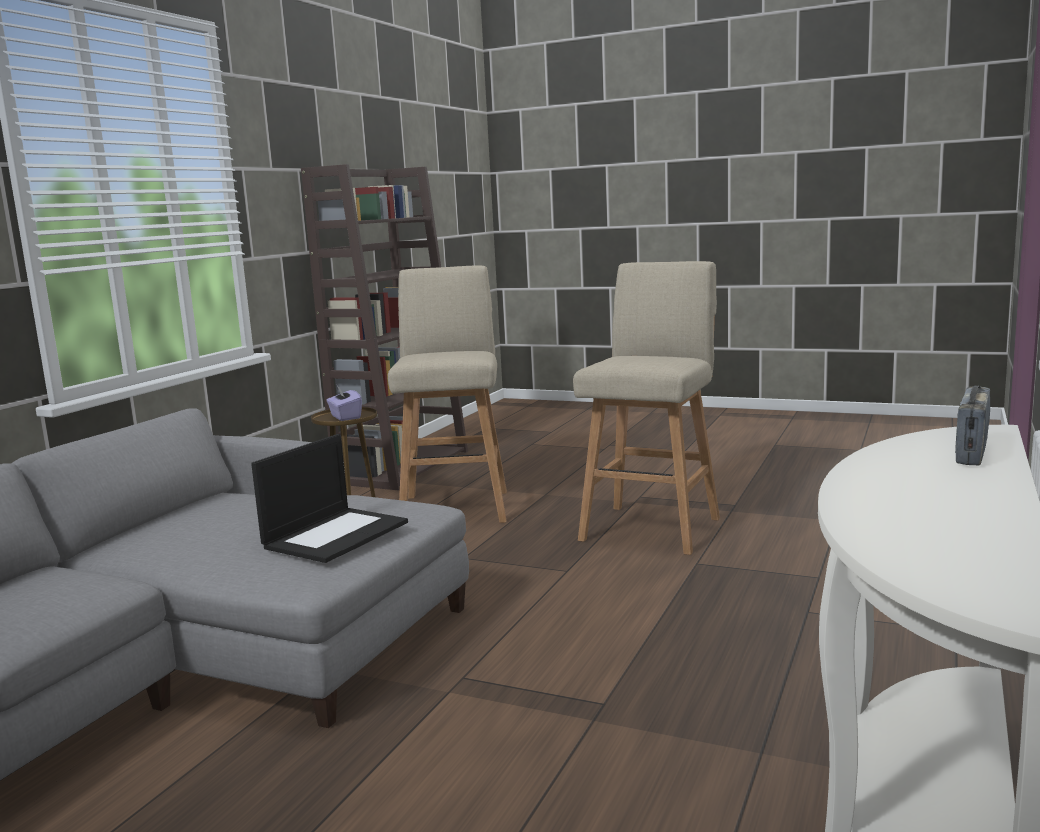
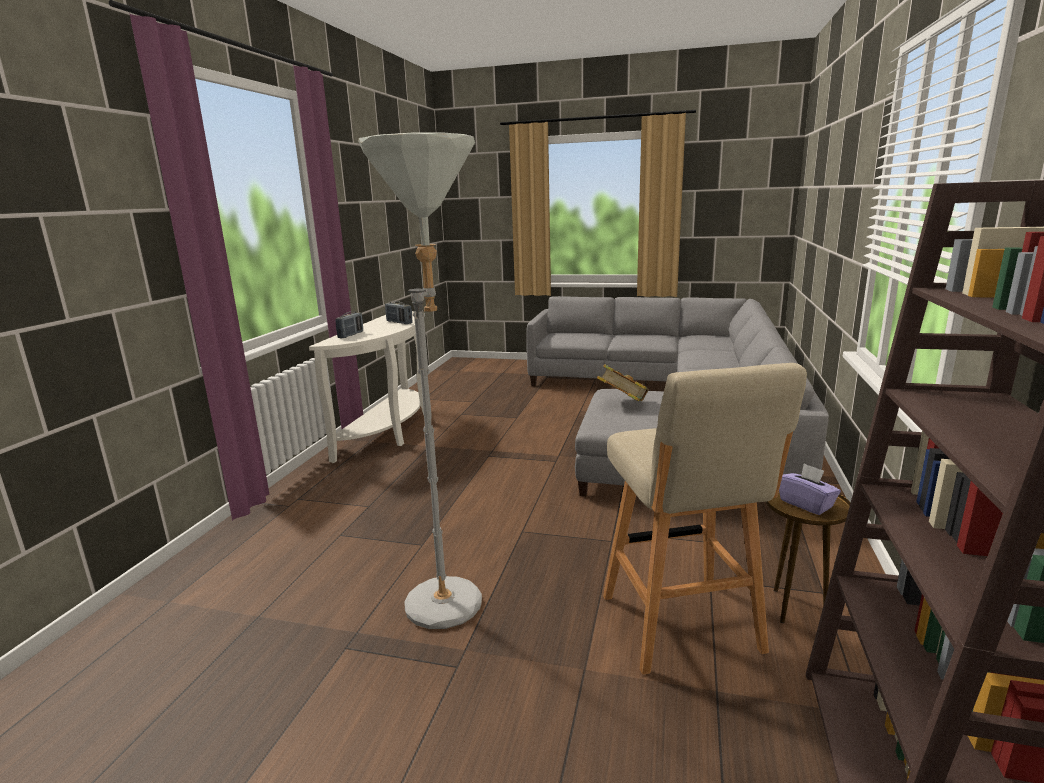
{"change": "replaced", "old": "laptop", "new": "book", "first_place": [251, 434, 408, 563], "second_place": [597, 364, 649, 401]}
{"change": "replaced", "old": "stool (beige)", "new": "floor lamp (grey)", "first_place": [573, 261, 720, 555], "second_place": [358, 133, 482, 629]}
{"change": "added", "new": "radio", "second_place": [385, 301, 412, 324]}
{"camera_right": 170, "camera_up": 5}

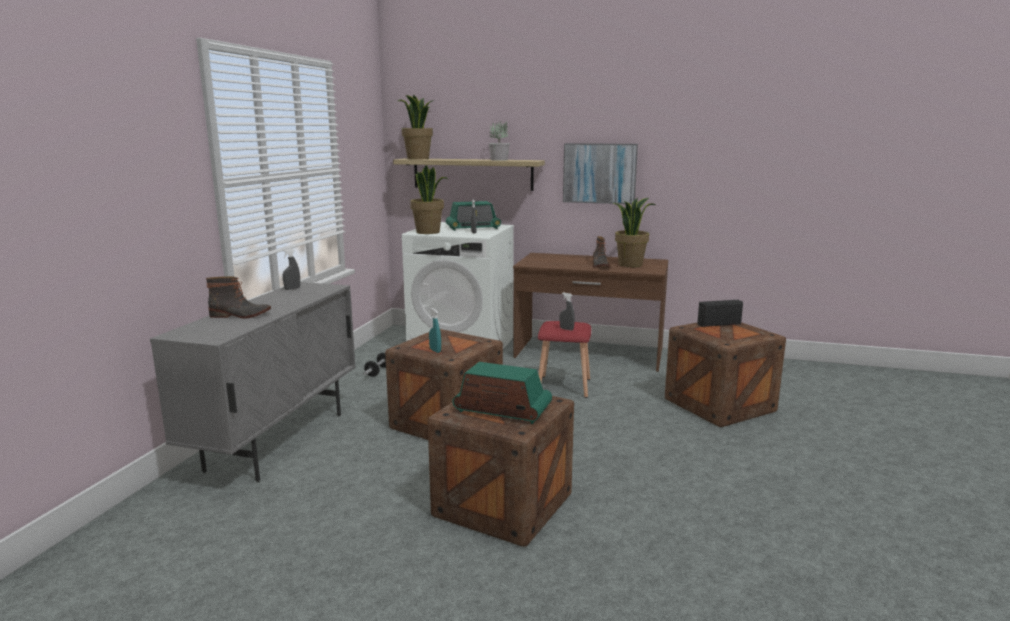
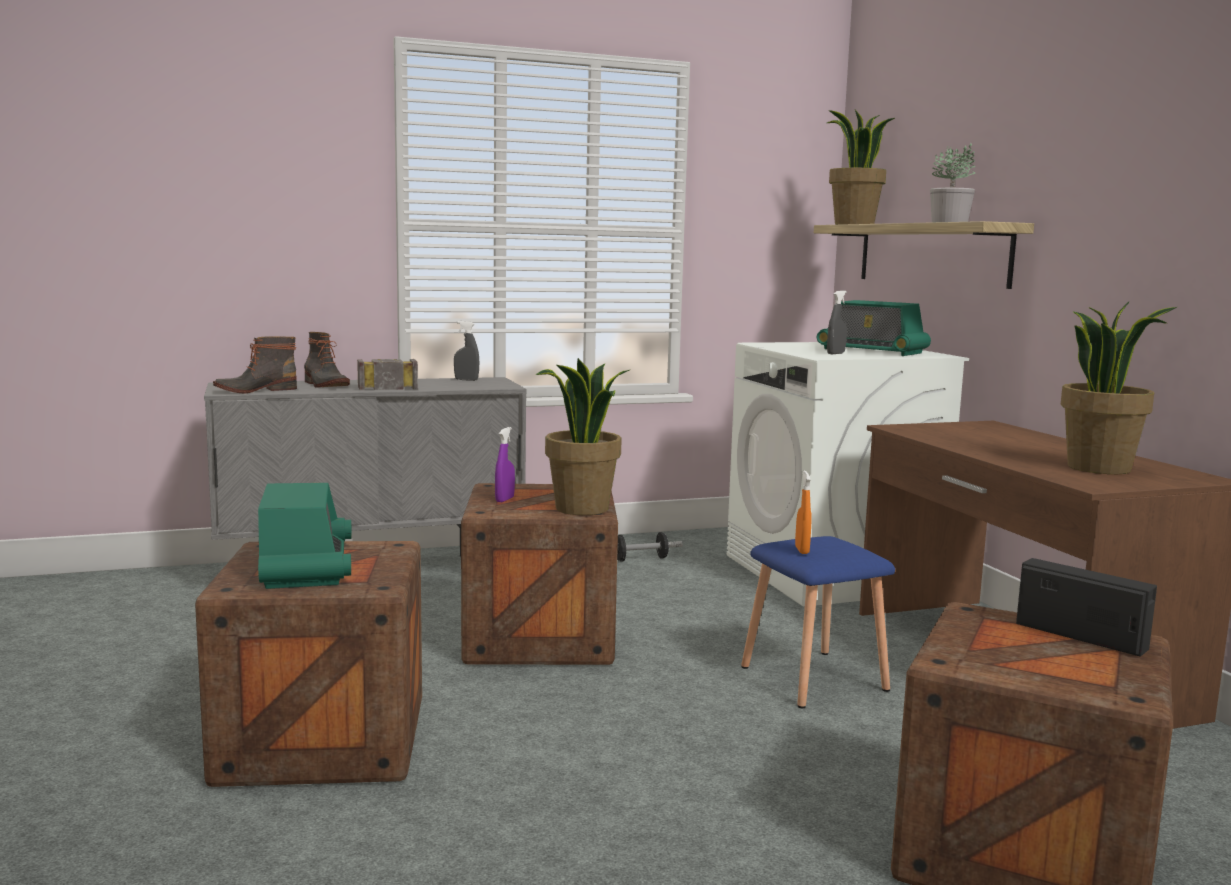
{"change": "moved", "old": "potted plant", "first_place": [410, 165, 448, 234], "second_place": [536, 358, 629, 515]}
{"change": "recoloured", "old": "spray bottle (turquoise)", "new": "spray bottle (purple)", "first_place": [429, 308, 441, 353], "second_place": [495, 427, 515, 502]}
{"change": "recoloured", "old": "stool (red)", "new": "stool (blue)", "first_place": [538, 321, 591, 398], "second_place": [741, 536, 895, 708]}
{"change": "recoloured", "old": "spray bottle (grey)", "new": "spray bottle (orange)", "first_place": [560, 292, 575, 330], "second_place": [795, 471, 811, 554]}
{"change": "removed", "old": "picture", "first_place": [563, 143, 638, 204]}
{"change": "moved", "old": "boot", "first_place": [593, 236, 610, 268], "second_place": [213, 336, 297, 393]}
{"change": "added", "new": "hammer", "second_place": [357, 359, 418, 390]}
{"camera_right": 55, "camera_up": -5}

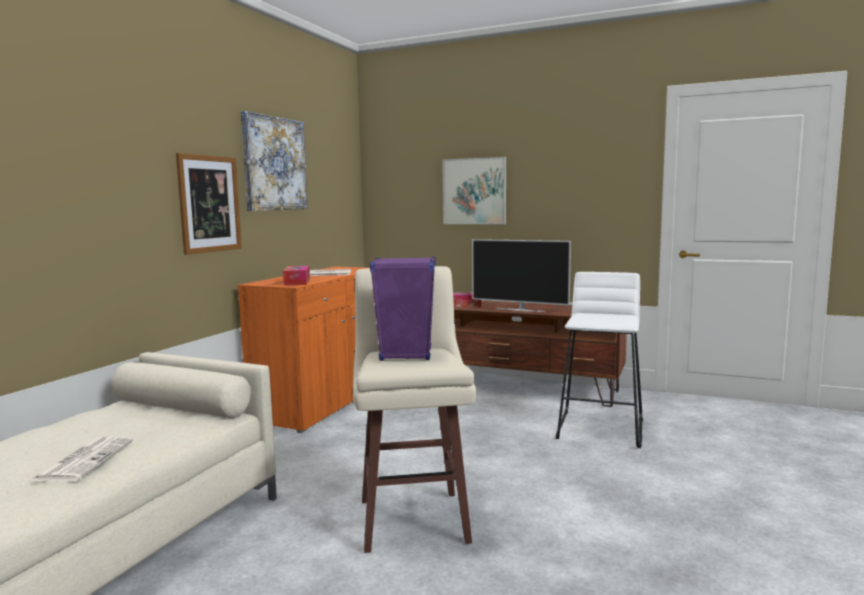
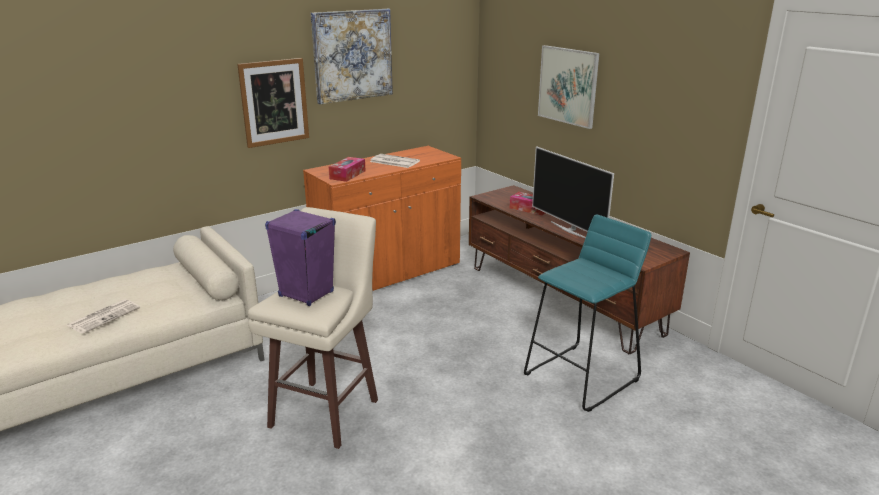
{"change": "recoloured", "old": "stool (white)", "new": "stool (turquoise)", "first_place": [556, 272, 643, 448], "second_place": [524, 214, 651, 412]}
{"camera_right": 30, "camera_up": 15}

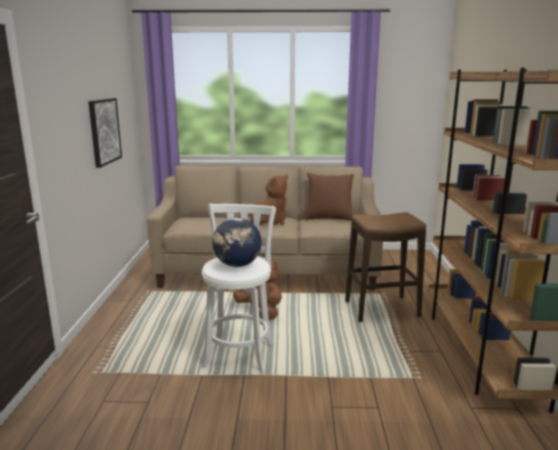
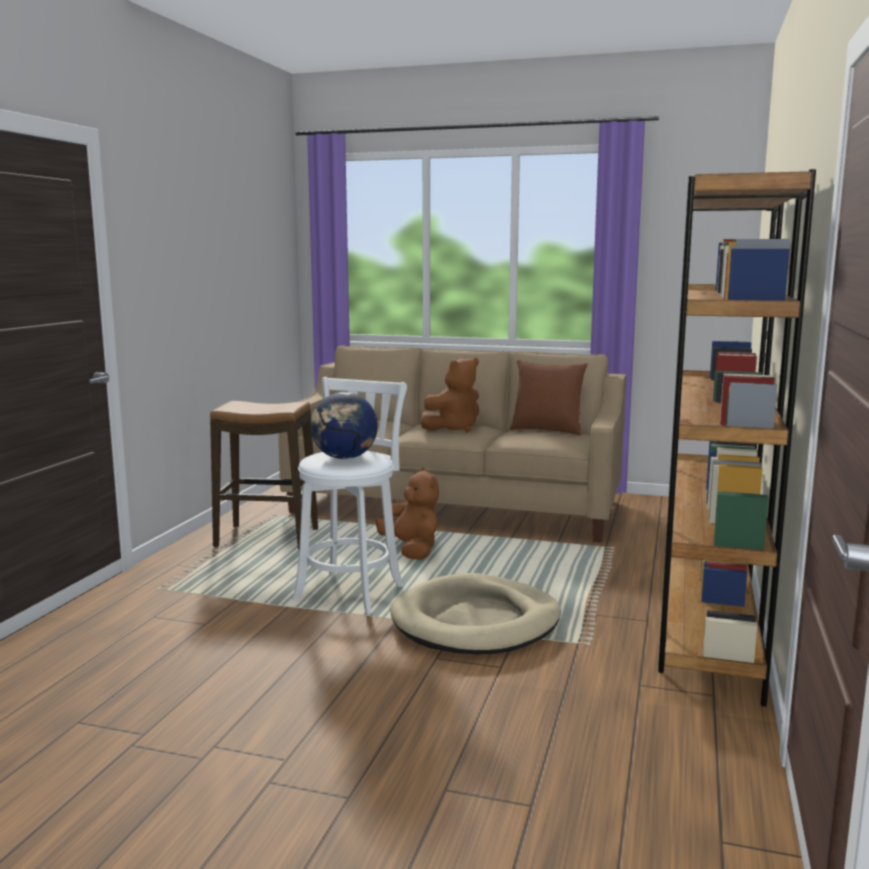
{"change": "removed", "old": "picture", "first_place": [88, 98, 122, 168]}
{"change": "moved", "old": "stool", "first_place": [345, 212, 426, 322], "second_place": [210, 401, 318, 550]}
{"change": "added", "new": "dog bed (beige)", "second_place": [390, 573, 561, 654]}
{"camera_right": 15, "camera_up": -5}

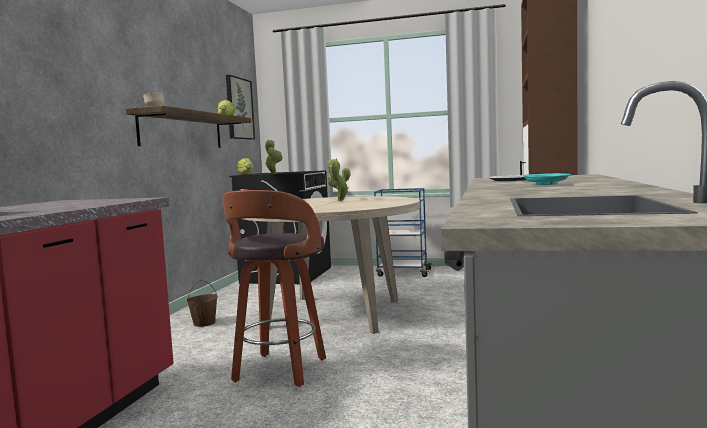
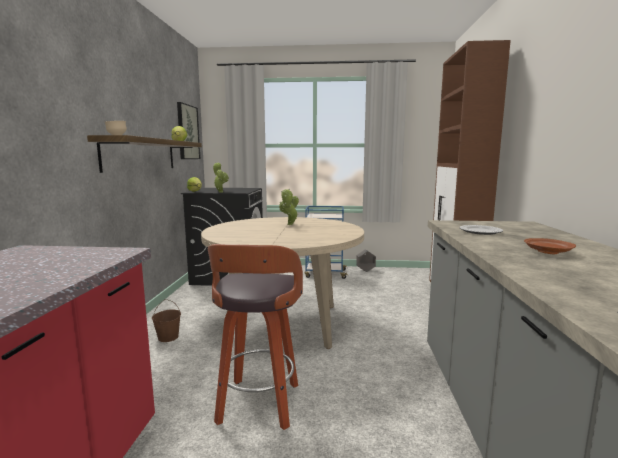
{"change": "recoloured", "old": "plate (turquoise)", "new": "plate (brown)", "first_place": [523, 173, 571, 185], "second_place": [524, 238, 576, 254]}
{"camera_right": -10, "camera_up": 5}

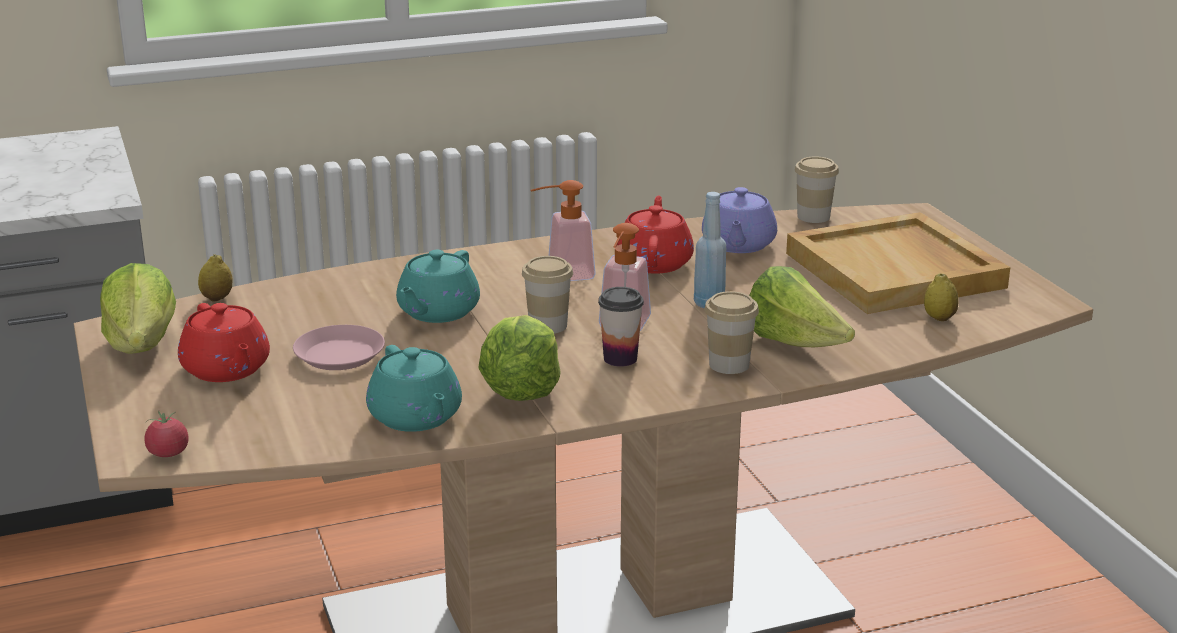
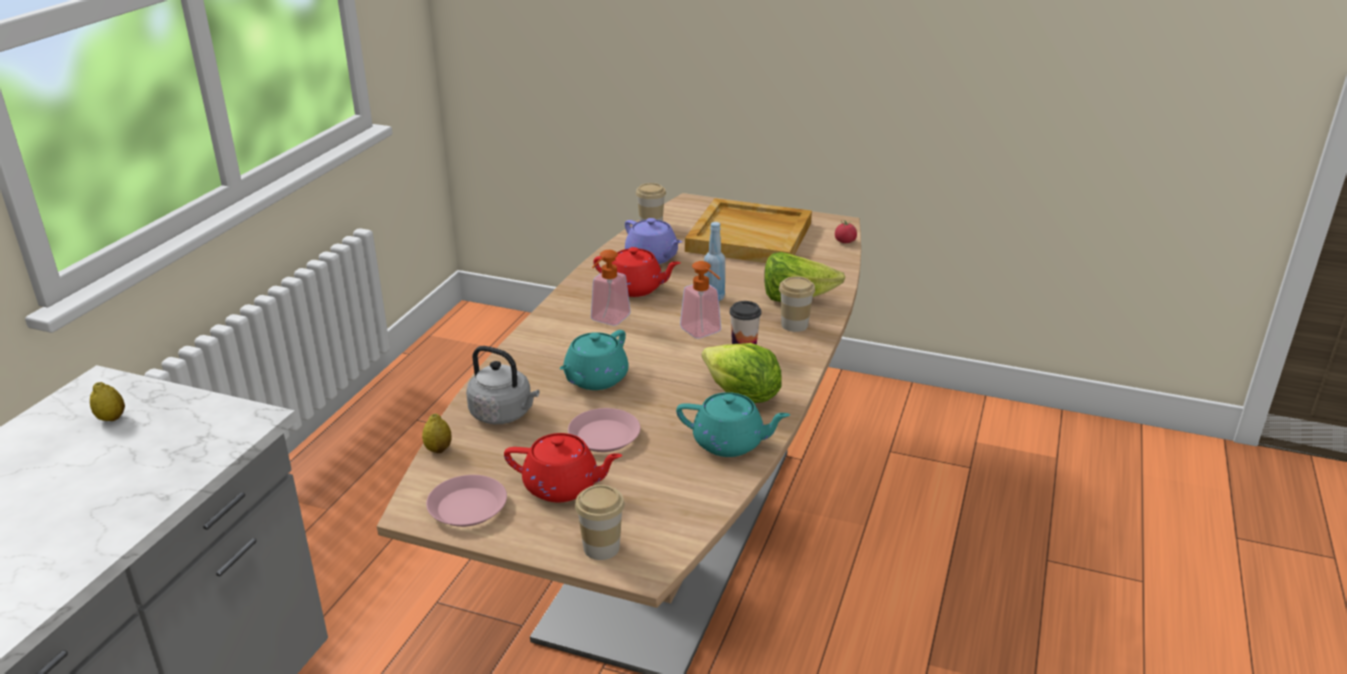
{"change": "replaced", "old": "lettuce", "new": "plate (pink)", "first_place": [100, 263, 176, 354], "second_place": [426, 475, 507, 527]}
{"change": "moved", "old": "tomato", "first_place": [144, 411, 189, 457], "second_place": [835, 220, 857, 243]}
{"change": "turned", "old": "teapot (turquoise)", "first_place": [396, 250, 480, 323], "second_place": [560, 330, 629, 390], "degrees": 60}
{"change": "moved", "old": "cup", "first_place": [522, 256, 573, 334], "second_place": [575, 485, 625, 560]}
{"change": "turned", "old": "teapot (red)", "first_place": [617, 196, 694, 274], "second_place": [593, 247, 681, 297], "degrees": 150}
{"change": "moved", "old": "lemon", "first_place": [924, 273, 959, 321], "second_place": [90, 382, 125, 421]}
{"change": "added", "new": "kettle (grey)", "second_place": [466, 346, 539, 424]}
{"camera_right": -50, "camera_up": 5}

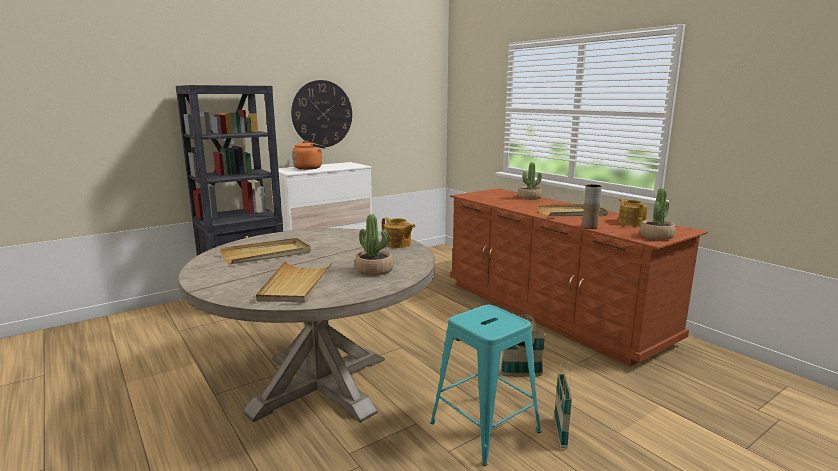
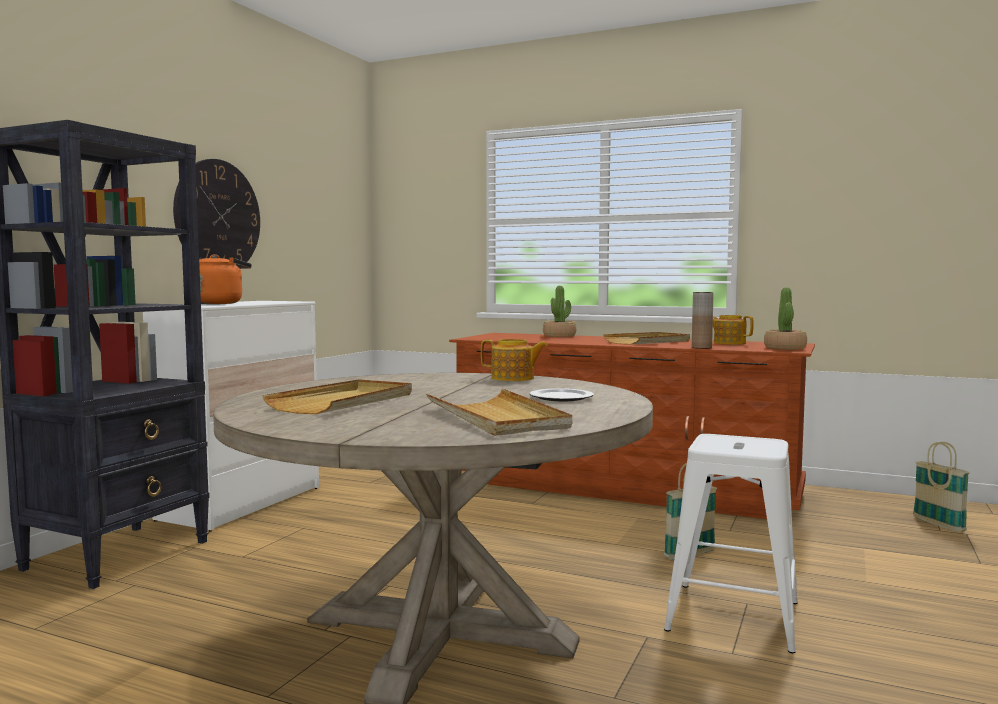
{"change": "replaced", "old": "potted plant", "new": "plate", "first_place": [355, 214, 394, 276], "second_place": [529, 388, 594, 401]}
{"change": "recoloured", "old": "stool (turquoise)", "new": "stool (white)", "first_place": [430, 305, 541, 466], "second_place": [664, 434, 798, 653]}
{"change": "moved", "old": "basket", "first_place": [554, 362, 572, 449], "second_place": [913, 442, 969, 532]}
{"camera_right": -30, "camera_up": -10}

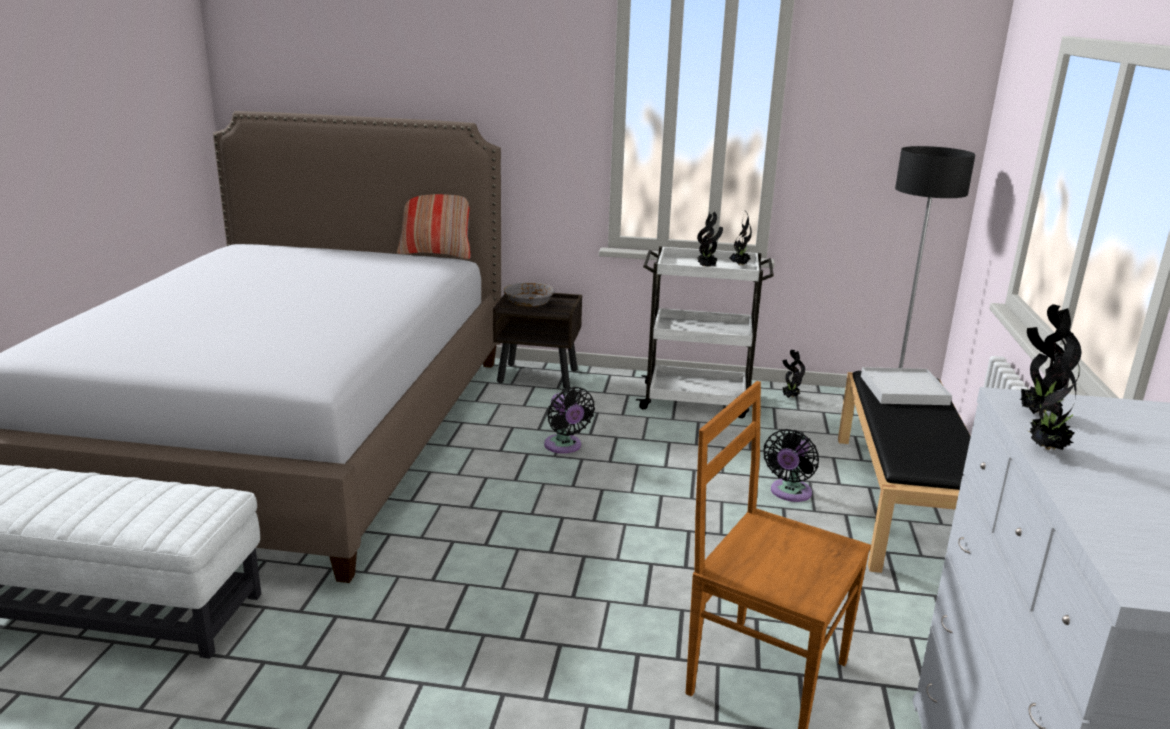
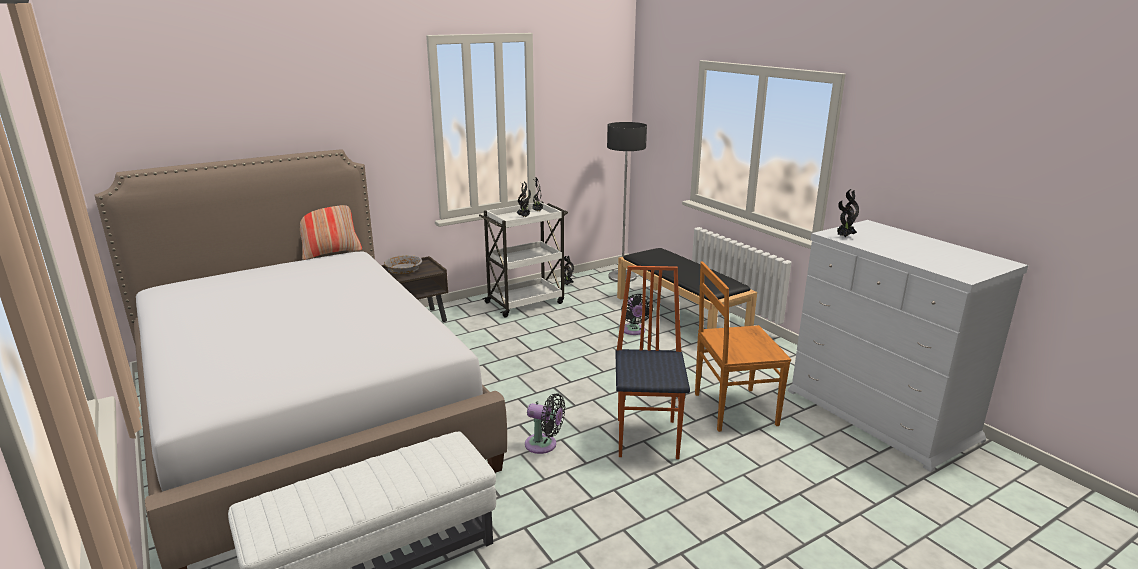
{"change": "moved", "old": "fan (black)", "first_place": [544, 387, 595, 453], "second_place": [525, 393, 565, 454]}
{"change": "removed", "old": "tray (white)", "first_place": [861, 367, 952, 405]}
{"change": "removed", "old": "potted plant", "first_place": [1026, 327, 1080, 450]}
{"change": "added", "new": "chair", "second_place": [616, 266, 690, 459]}
{"camera_right": -40, "camera_up": 0}

